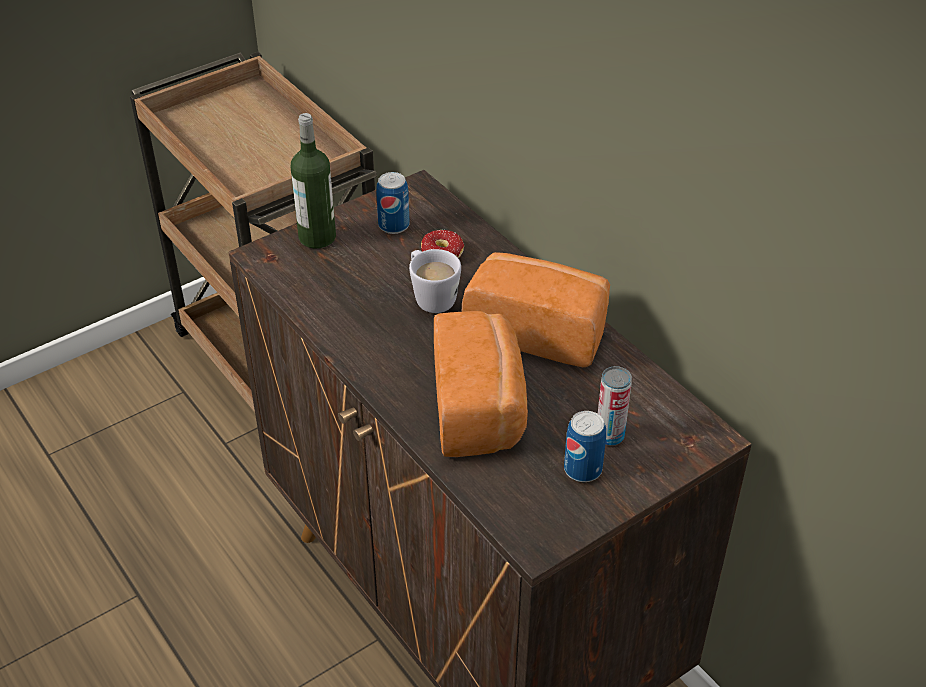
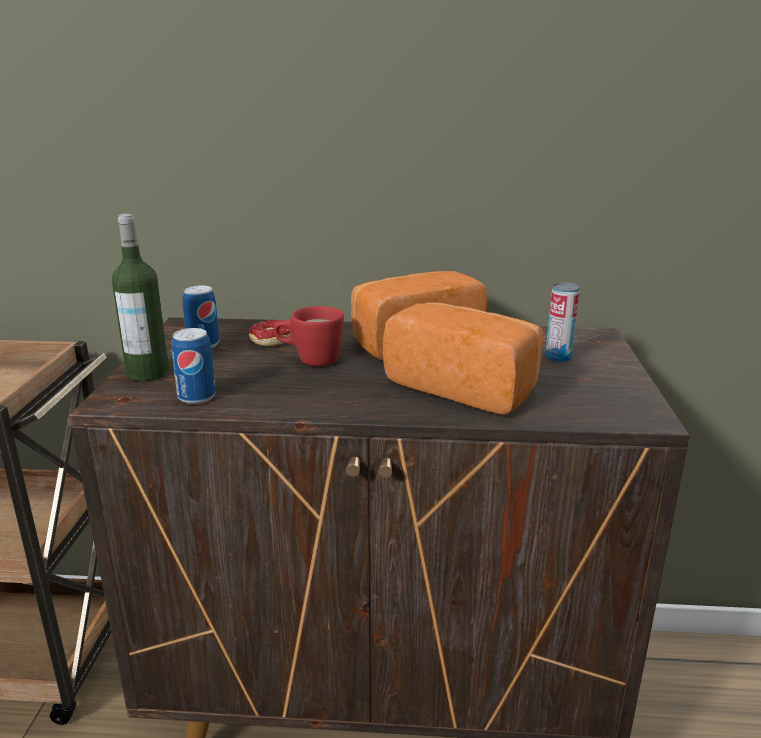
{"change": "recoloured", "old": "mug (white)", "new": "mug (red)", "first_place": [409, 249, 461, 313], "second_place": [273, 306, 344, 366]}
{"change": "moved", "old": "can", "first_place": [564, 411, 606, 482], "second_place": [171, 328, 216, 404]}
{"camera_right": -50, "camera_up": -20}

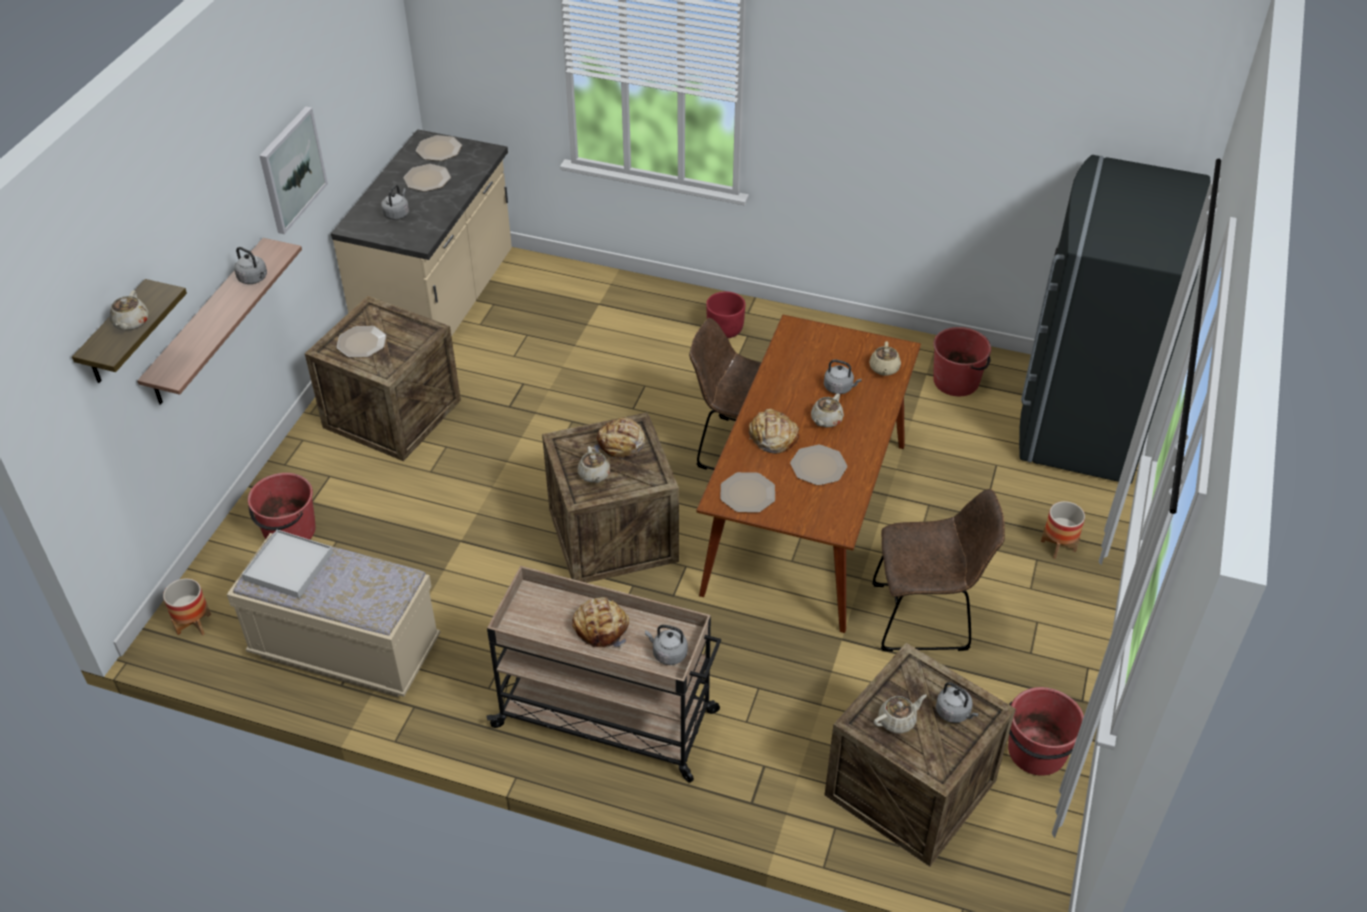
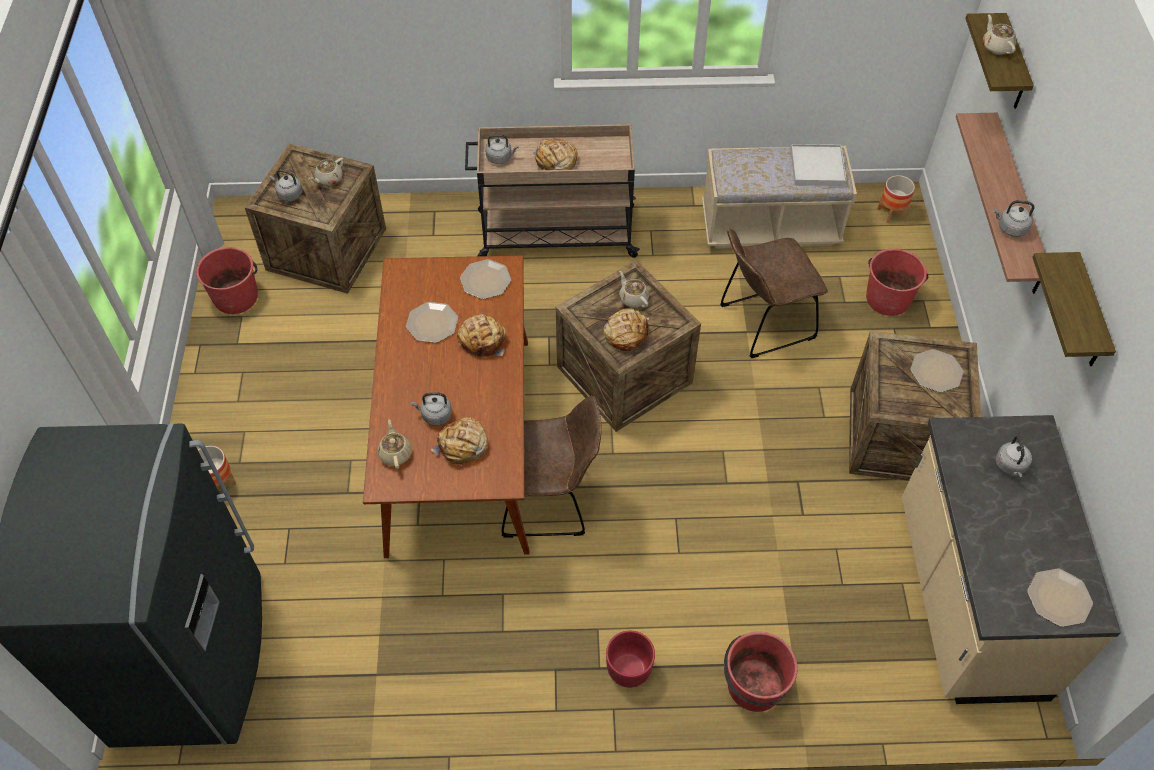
{"change": "replaced", "old": "picture", "new": "shelf", "first_place": [259, 107, 328, 234], "second_place": [1032, 252, 1116, 366]}
{"change": "removed", "old": "plate", "first_place": [404, 164, 451, 191]}
{"change": "removed", "old": "teapot (beige)", "first_place": [811, 393, 844, 427]}
{"change": "moved", "old": "chair (brown)", "first_place": [872, 489, 1005, 652], "second_place": [720, 228, 828, 358]}
{"change": "moved", "old": "bucket (red)", "first_place": [933, 327, 991, 396], "second_place": [724, 631, 798, 712]}
{"change": "added", "new": "bread", "second_place": [431, 417, 488, 466]}
{"camera_right": 160, "camera_up": 10}

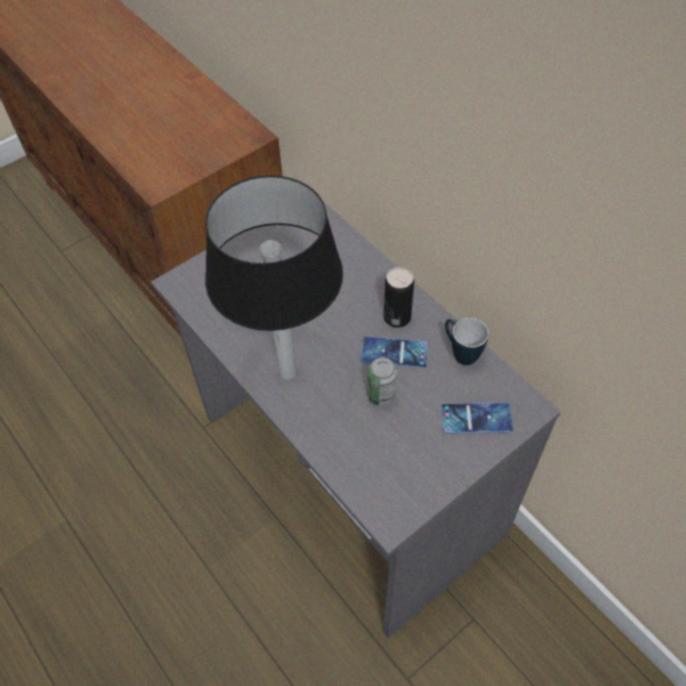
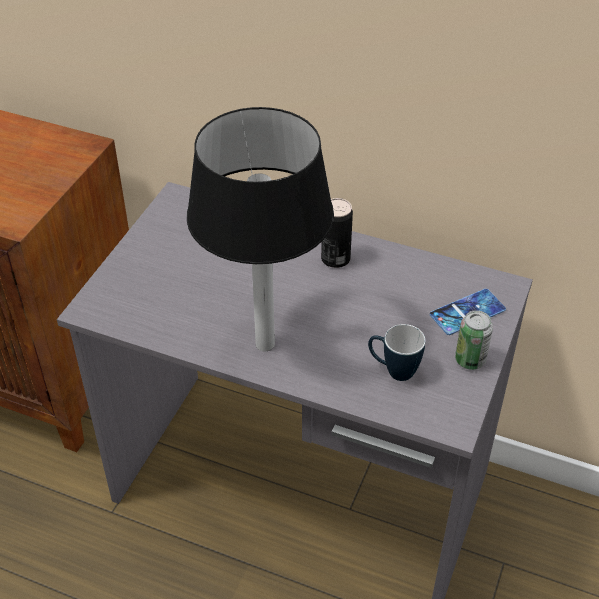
{"change": "removed", "old": "phone", "first_place": [361, 336, 428, 368]}
{"change": "moved", "old": "can", "first_place": [367, 357, 397, 407], "second_place": [455, 310, 493, 370]}
{"change": "moved", "old": "mug", "first_place": [445, 318, 489, 365], "second_place": [368, 324, 426, 381]}
{"camera_right": -30, "camera_up": -10}

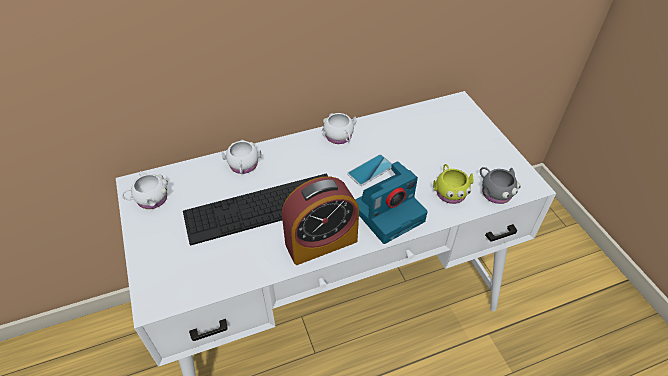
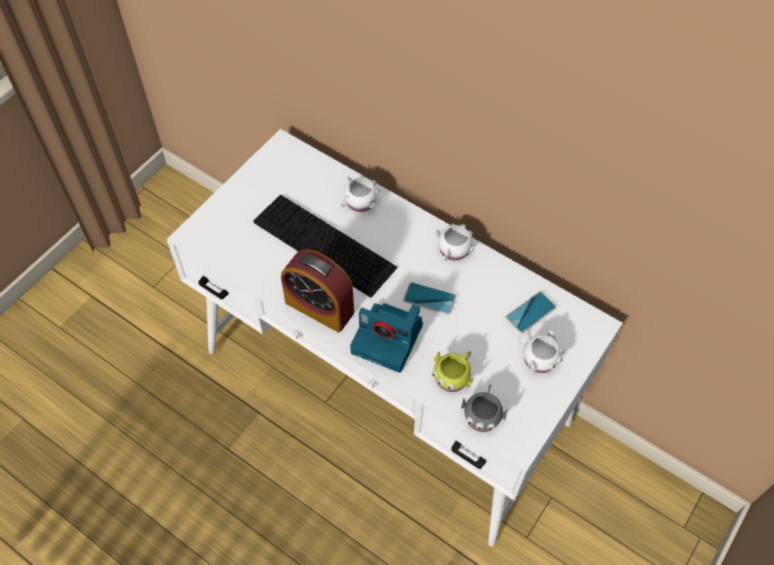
{"change": "moved", "old": "mug (white)", "first_place": [122, 171, 168, 209], "second_place": [518, 331, 564, 373]}
{"change": "added", "new": "phone", "second_place": [506, 292, 556, 334]}
{"camera_right": 55, "camera_up": 10}

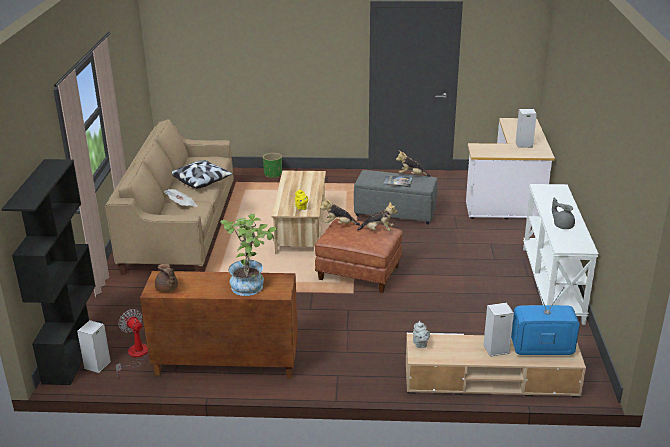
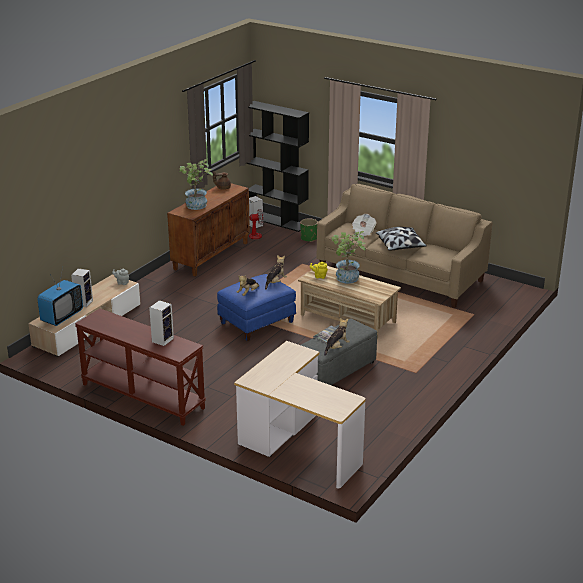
{"change": "moved", "old": "planter (green)", "first_place": [263, 153, 282, 178], "second_place": [300, 219, 318, 242]}
{"change": "recoloured", "old": "ottoman (brown)", "new": "ottoman (blue)", "first_place": [315, 219, 403, 293], "second_place": [217, 274, 296, 341]}
{"change": "moved", "old": "speaker", "first_place": [516, 109, 537, 148], "second_place": [149, 300, 174, 346]}
{"change": "recoloured", "old": "console table (white)", "new": "console table (brown)", "first_place": [523, 184, 599, 325], "second_place": [75, 308, 206, 426]}
{"change": "removed", "old": "teapot (grey)", "first_place": [552, 198, 575, 229]}
{"change": "added", "new": "potted plant", "second_place": [331, 231, 365, 284]}
{"camera_right": 120, "camera_up": 0}

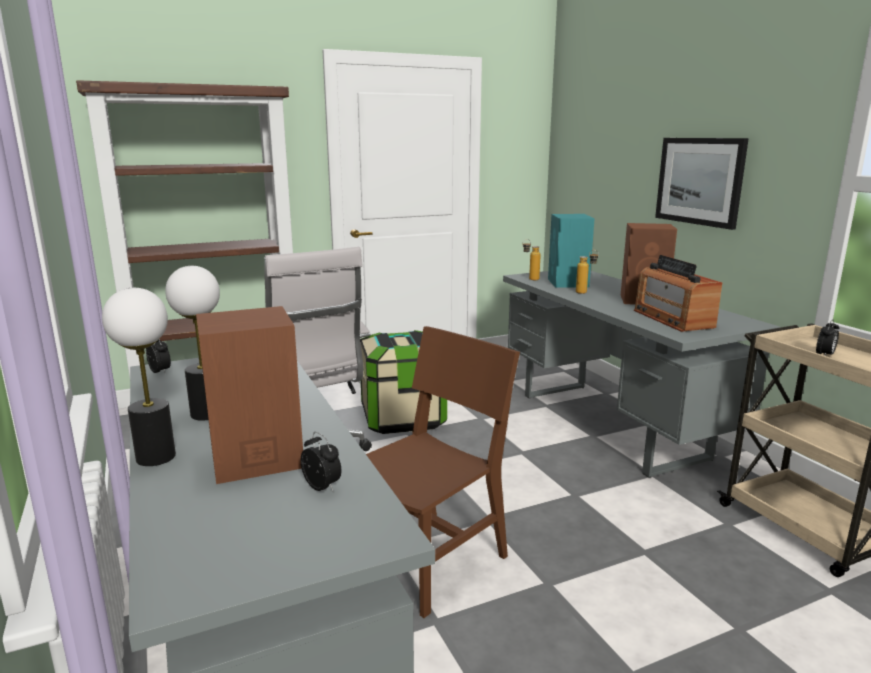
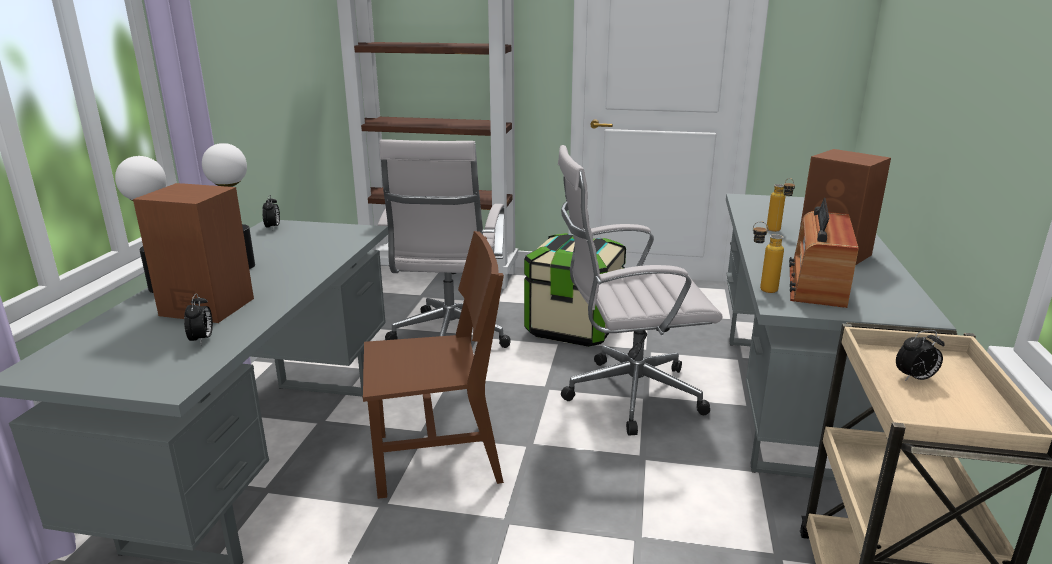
{"change": "moved", "old": "bottle", "first_place": [523, 239, 541, 280], "second_place": [753, 221, 784, 293]}
{"change": "removed", "old": "speaker (turquoise)", "first_place": [548, 214, 594, 288]}
{"change": "removed", "old": "picture", "first_place": [655, 138, 749, 230]}
{"change": "added", "new": "office chair (white)", "second_place": [558, 145, 723, 435]}
{"camera_right": 35, "camera_up": 5}

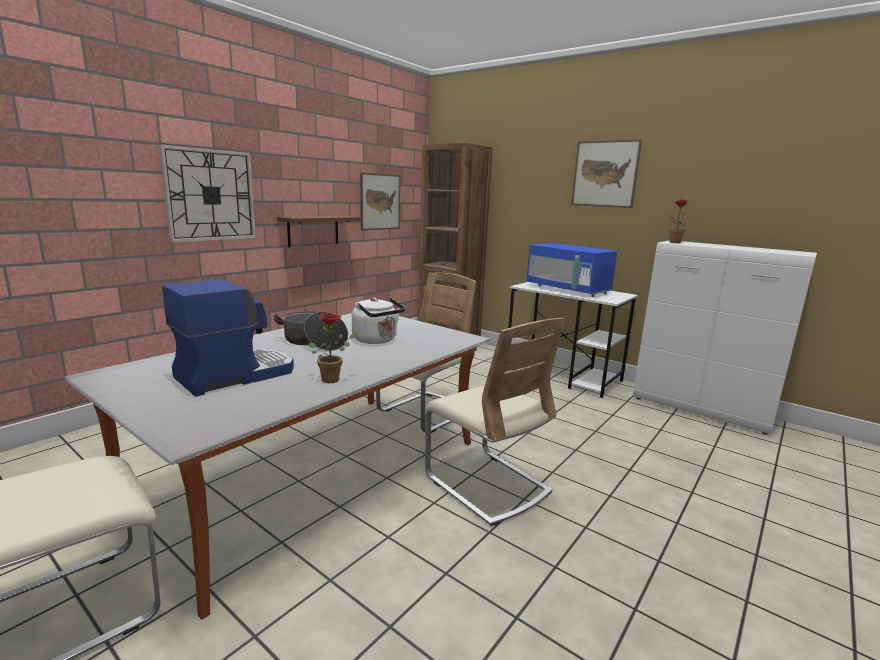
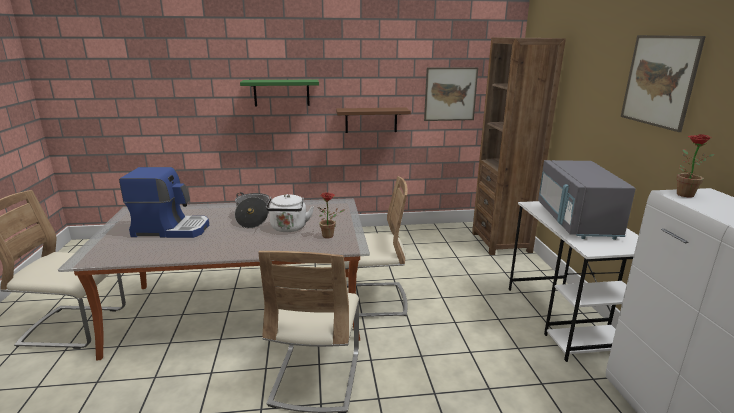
{"change": "replaced", "old": "wall clock", "new": "shelf (green)", "first_place": [159, 144, 256, 243], "second_place": [240, 80, 319, 106]}
{"change": "moved", "old": "potted plant", "first_place": [309, 313, 358, 383], "second_place": [318, 192, 345, 238]}
{"change": "recoloured", "old": "microwave (blue)", "new": "microwave (grey)", "first_place": [527, 243, 617, 297], "second_place": [538, 160, 636, 240]}
{"camera_right": 45, "camera_up": 5}

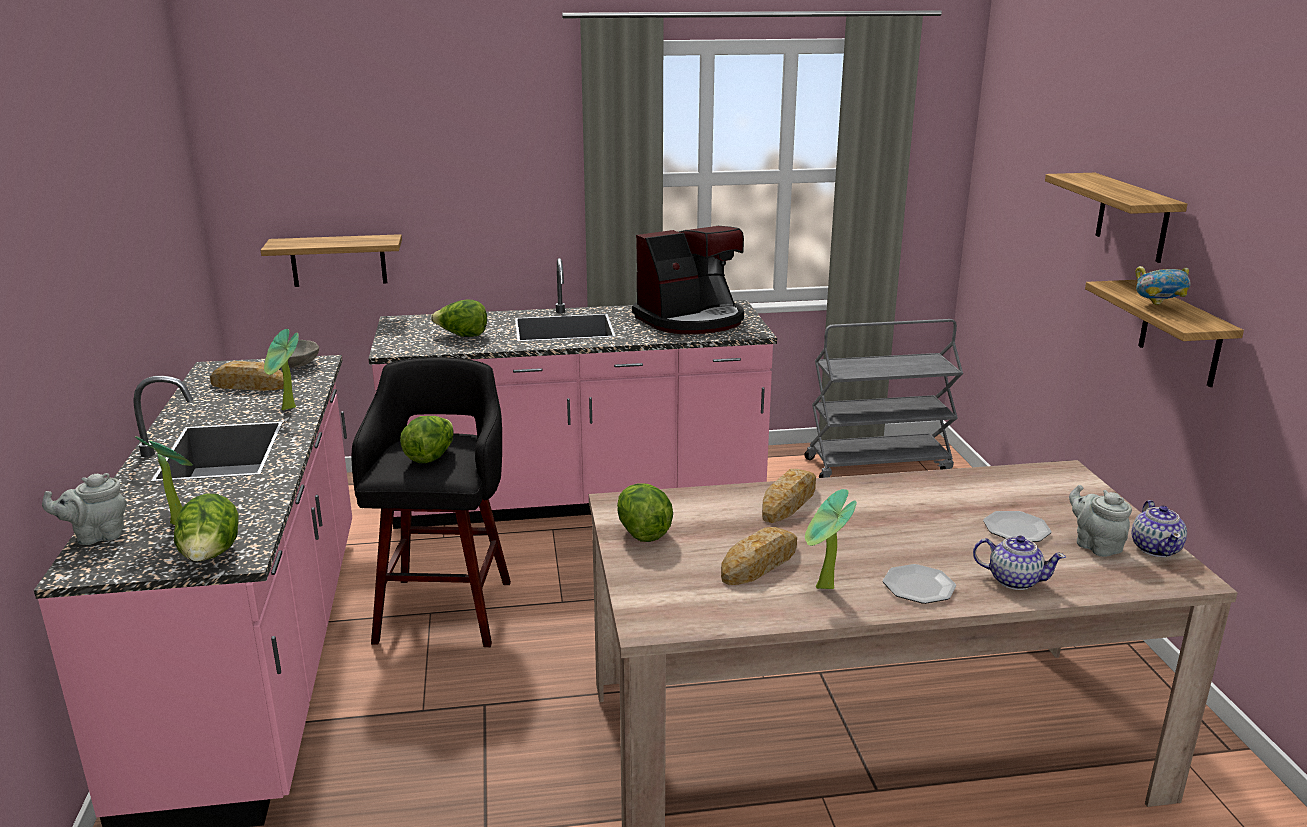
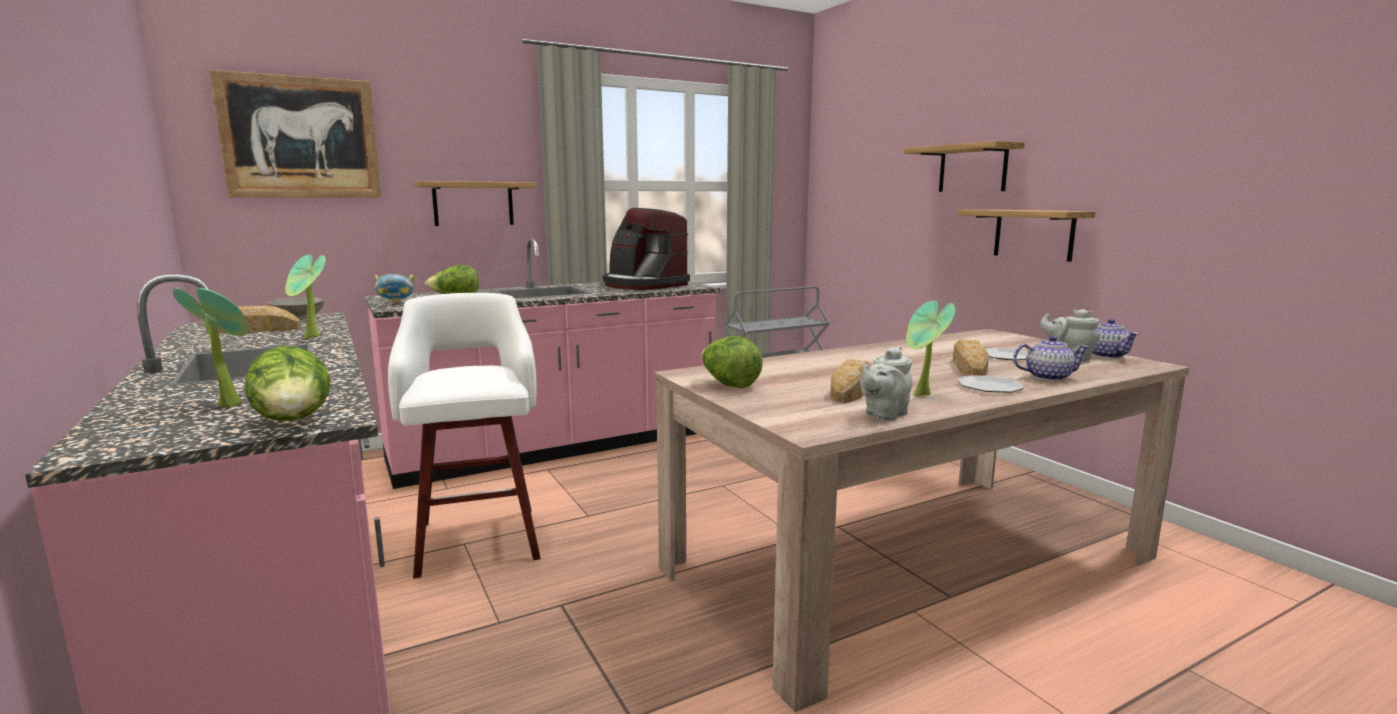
{"change": "moved", "old": "teapot (grey)", "first_place": [42, 473, 127, 545], "second_place": [860, 346, 912, 421]}
{"change": "moved", "old": "shelf", "first_place": [261, 234, 402, 287], "second_place": [414, 181, 536, 226]}
{"change": "recoloured", "old": "stool (black)", "new": "stool (white)", "first_place": [352, 357, 511, 647], "second_place": [388, 293, 541, 578]}
{"change": "removed", "old": "lettuce", "first_place": [400, 416, 454, 463]}
{"change": "turned", "old": "coffee machine", "first_place": [632, 226, 744, 334], "second_place": [603, 208, 690, 290], "degrees": 90}
{"change": "moved", "old": "bread", "first_place": [762, 469, 816, 523], "second_place": [953, 339, 989, 376]}
{"change": "moved", "old": "bowl", "first_place": [1135, 266, 1191, 305], "second_place": [374, 274, 414, 303]}
{"change": "added", "new": "picture", "second_place": [209, 70, 381, 198]}
{"camera_right": -20, "camera_up": -10}

